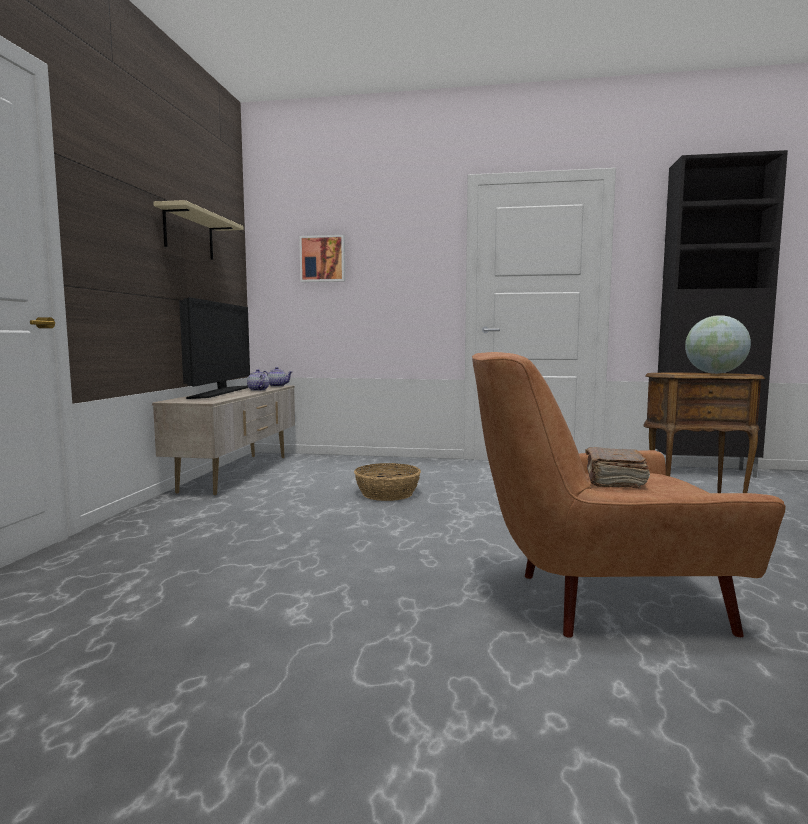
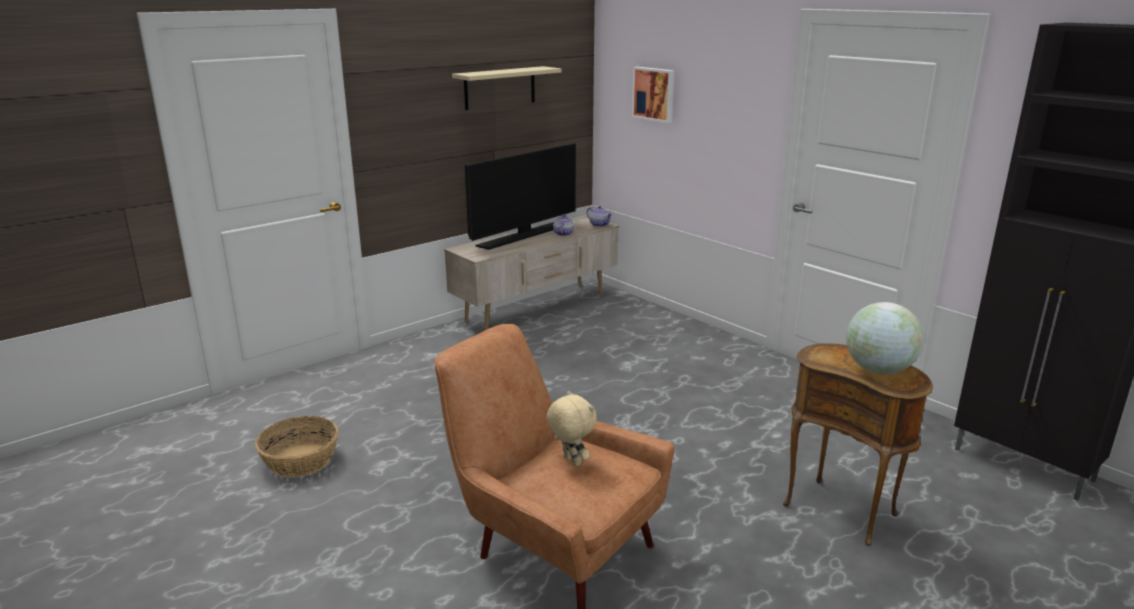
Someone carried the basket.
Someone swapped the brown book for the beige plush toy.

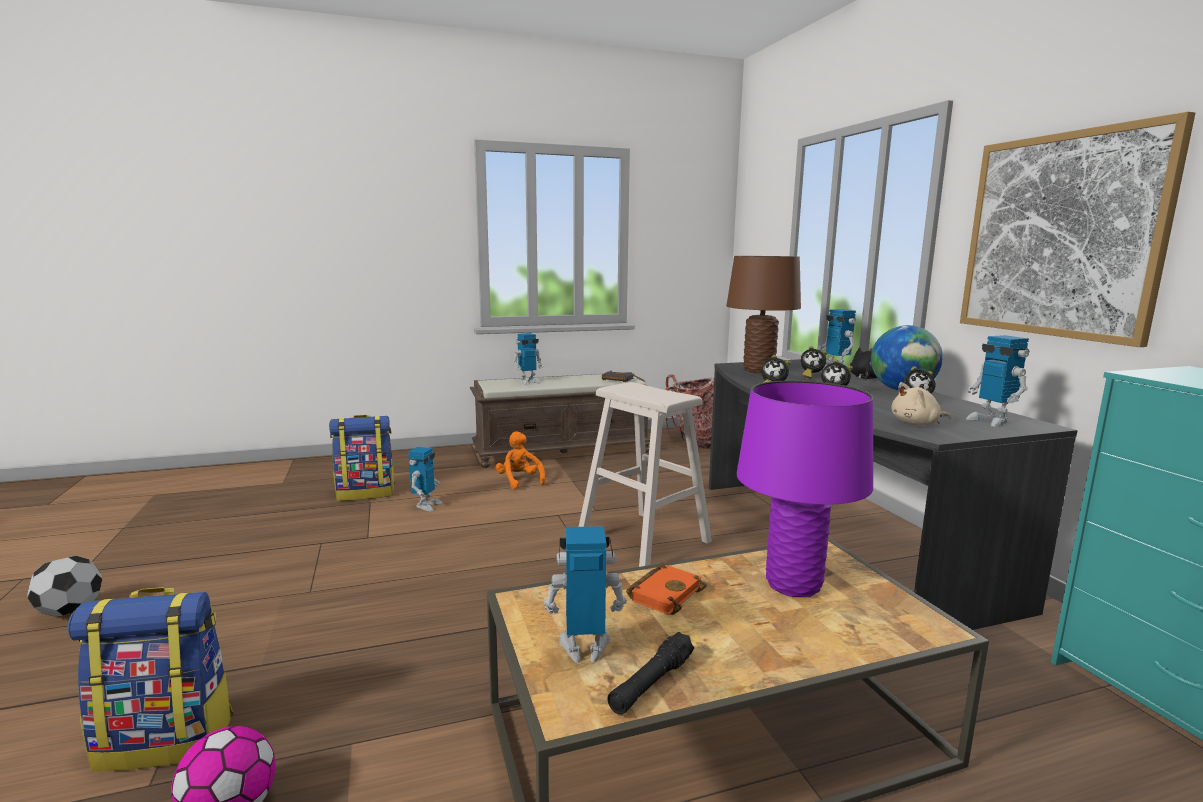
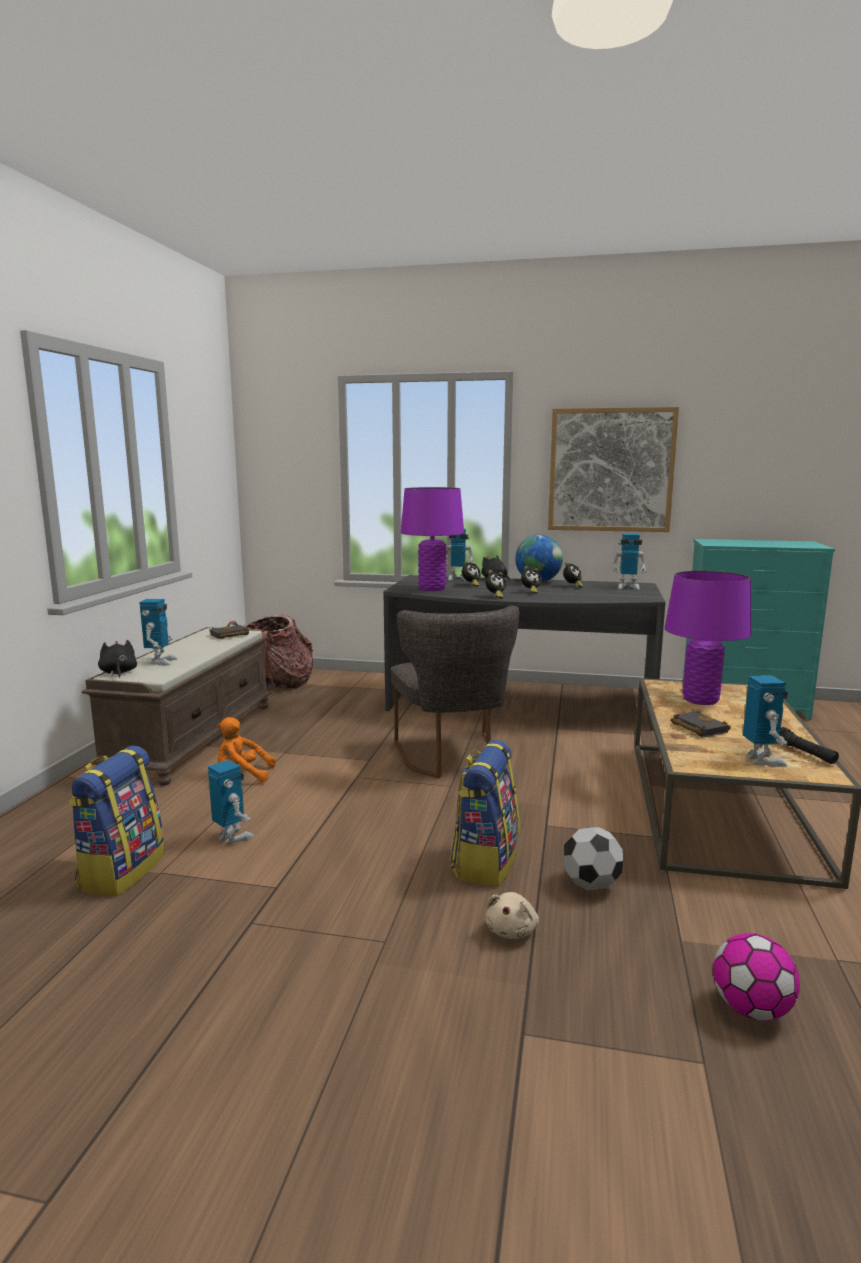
Someone put down the black plush toy (1st from left).
Someone swapped the beige stool for the grey chair.
Someone repainted the brown table lamp, which became the purple table lamp (1st from left).
Someone carried the backpack (1st from left in the first image).
Someone carried the beige plush toy.
Someone carried the football (1st from left).
Someone repainted the orange book, which became the black book (2nd from left).
Someone rotated the toy robot (3rd from left in the first image) by 150 degrees clockwise.

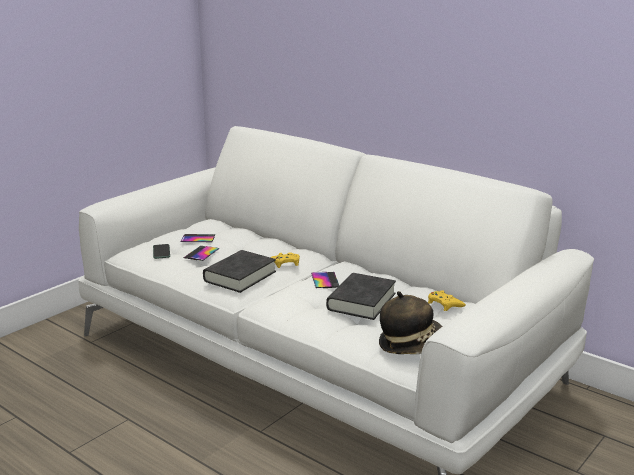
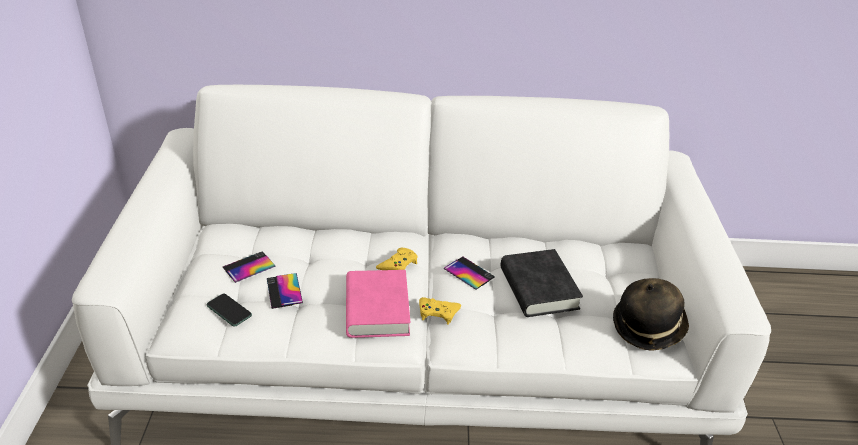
Someone repainted the black book (1st from left), which became the pink book.
Someone carried the yellow game controller (2nd from left).

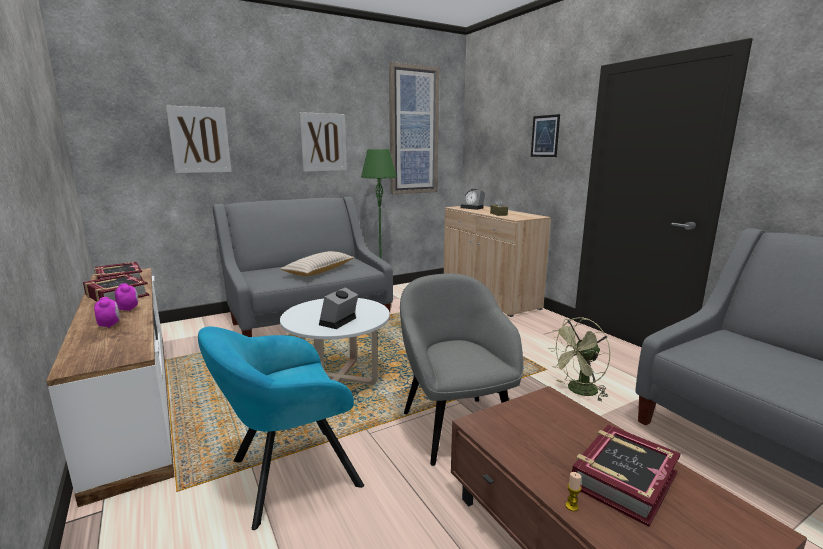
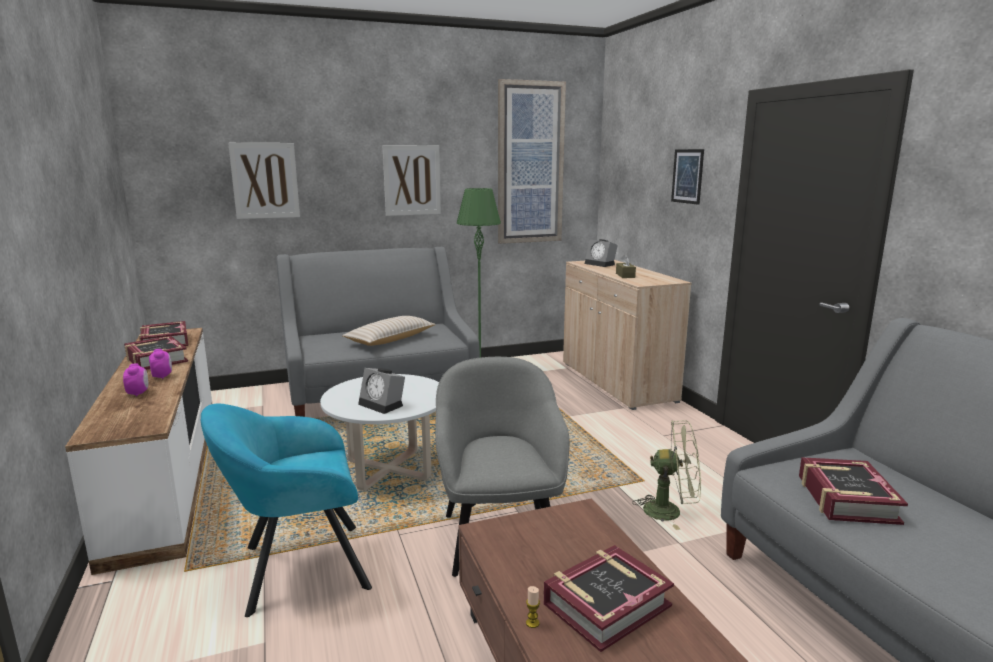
Someone rotated the alarm clock (3rd from left) by 90 degrees counterclockwise.
Someone rotated the green fan by 150 degrees counterclockwise.
Someone put down the book (4th from left).

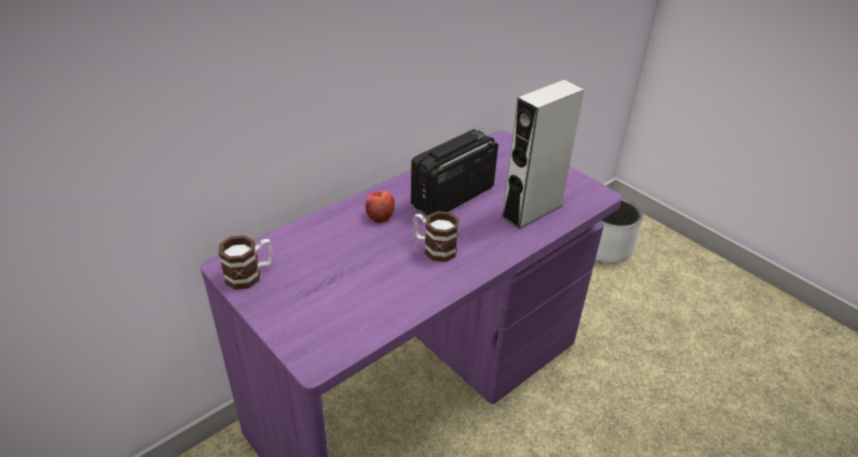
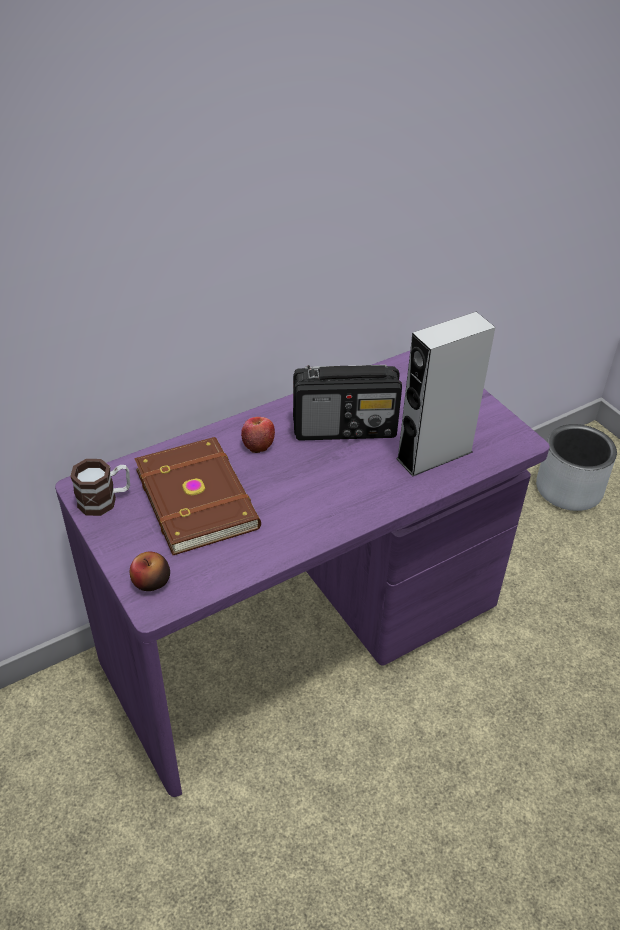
Someone put down the apple (1st from left).
Someone put down the brown book.
Someone rotated the radio by 150 degrees counterclockwise.
Someone took away the mug (2nd from left).

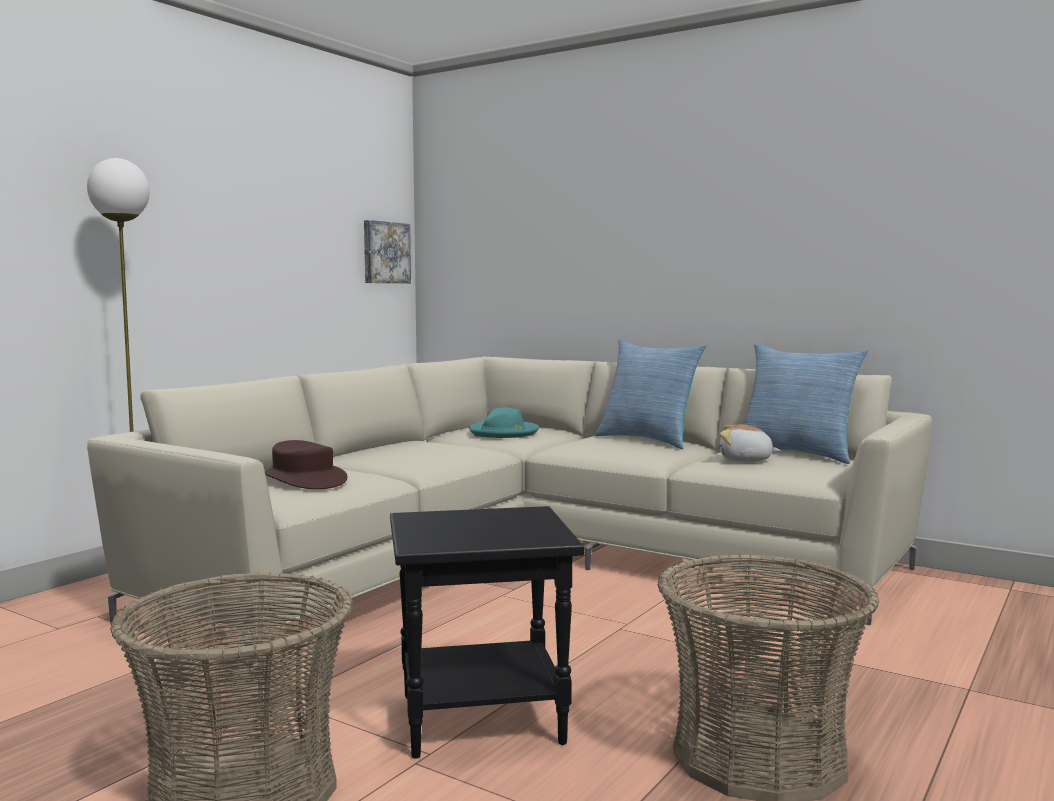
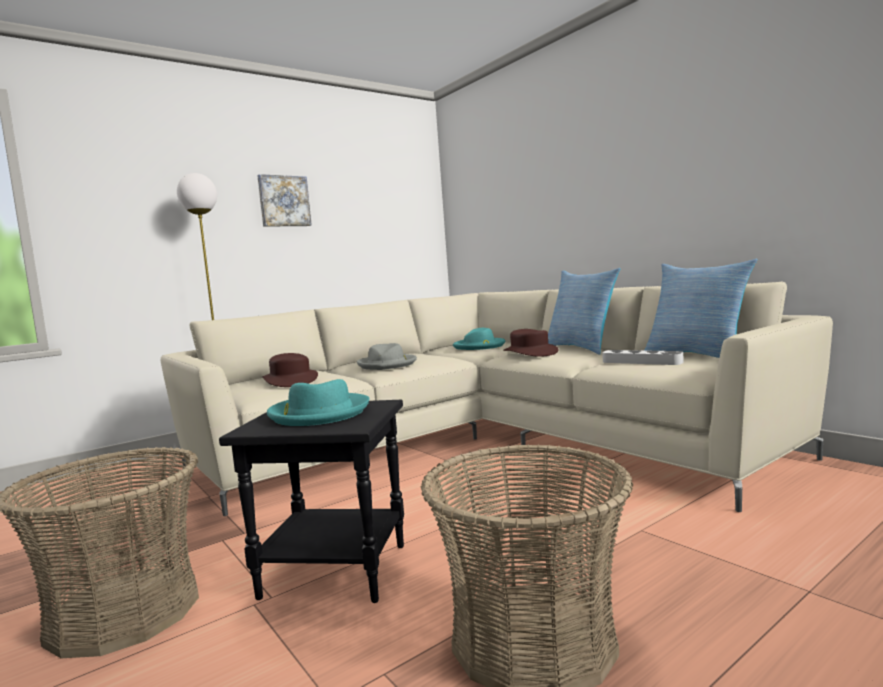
Someone carried the picture.
Someone put down the turquoise hat (1st from left).
Someone put down the grey hat.
Someone put down the brown hat (2nd from left).
Someone swapped the plush toy for the grey tray.

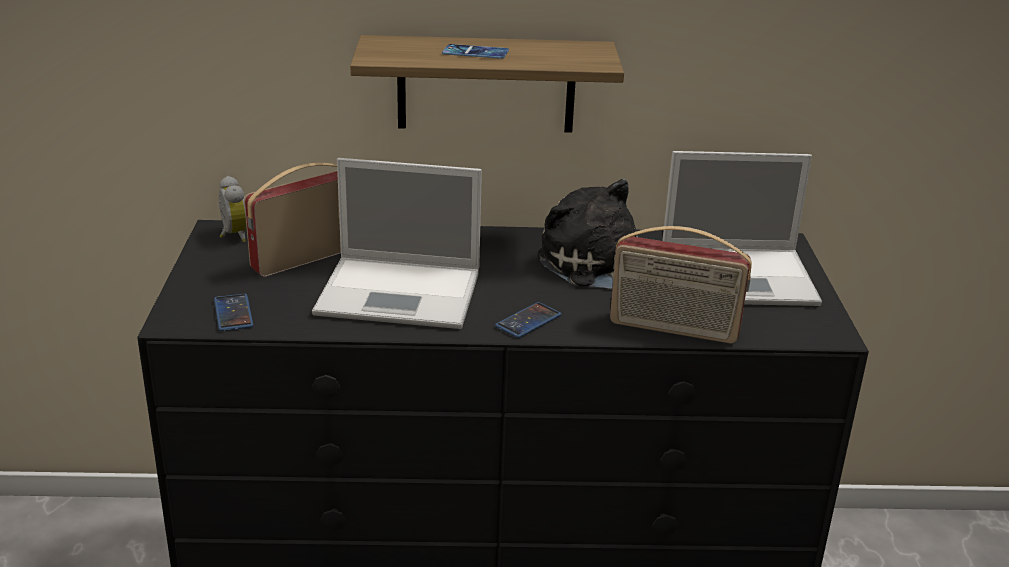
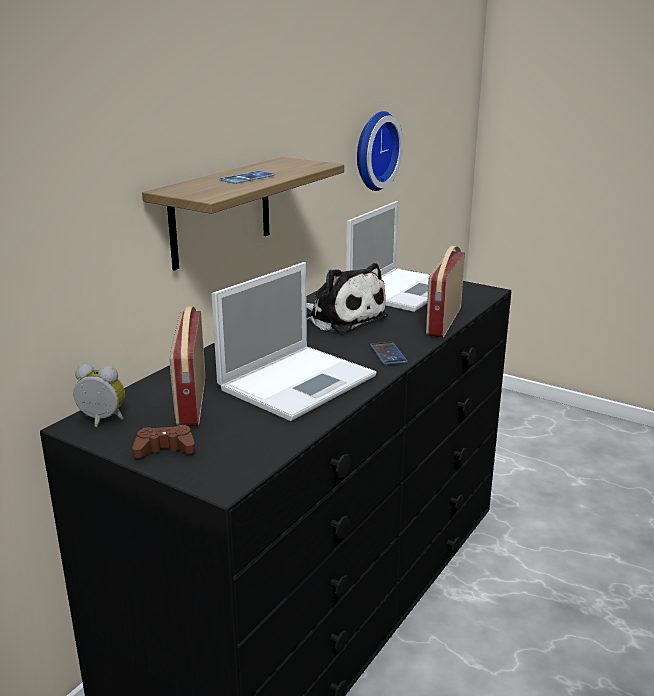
Someone put down the brown game controller.
Someone rotated the plush toy by 135 degrees counterclockwise.
Someone put up the wall clock.
Someone rotated the radio (2nd from left) by 150 degrees clockwise.
Someone took away the phone (1st from left).

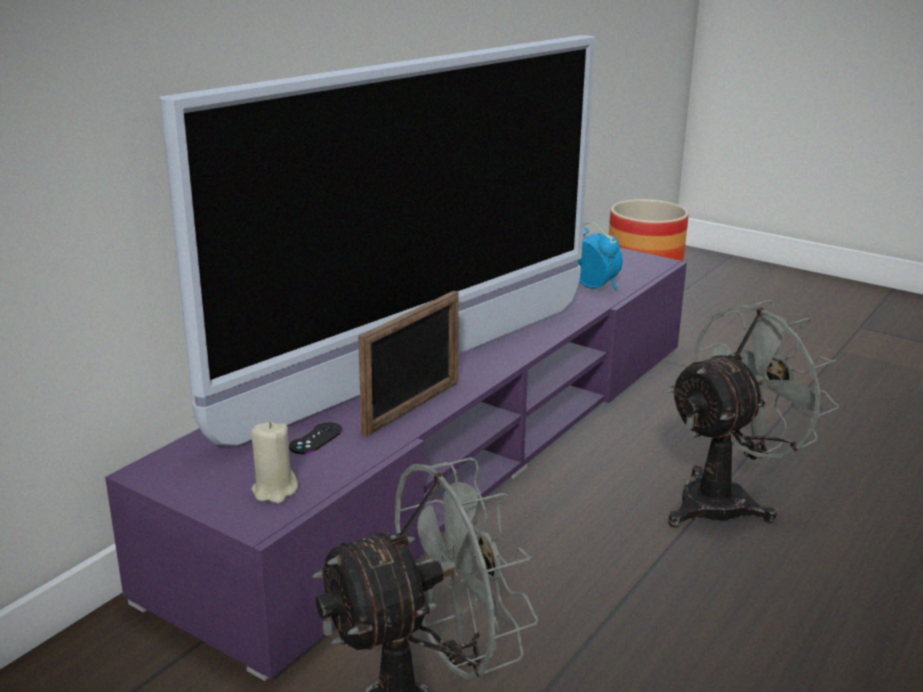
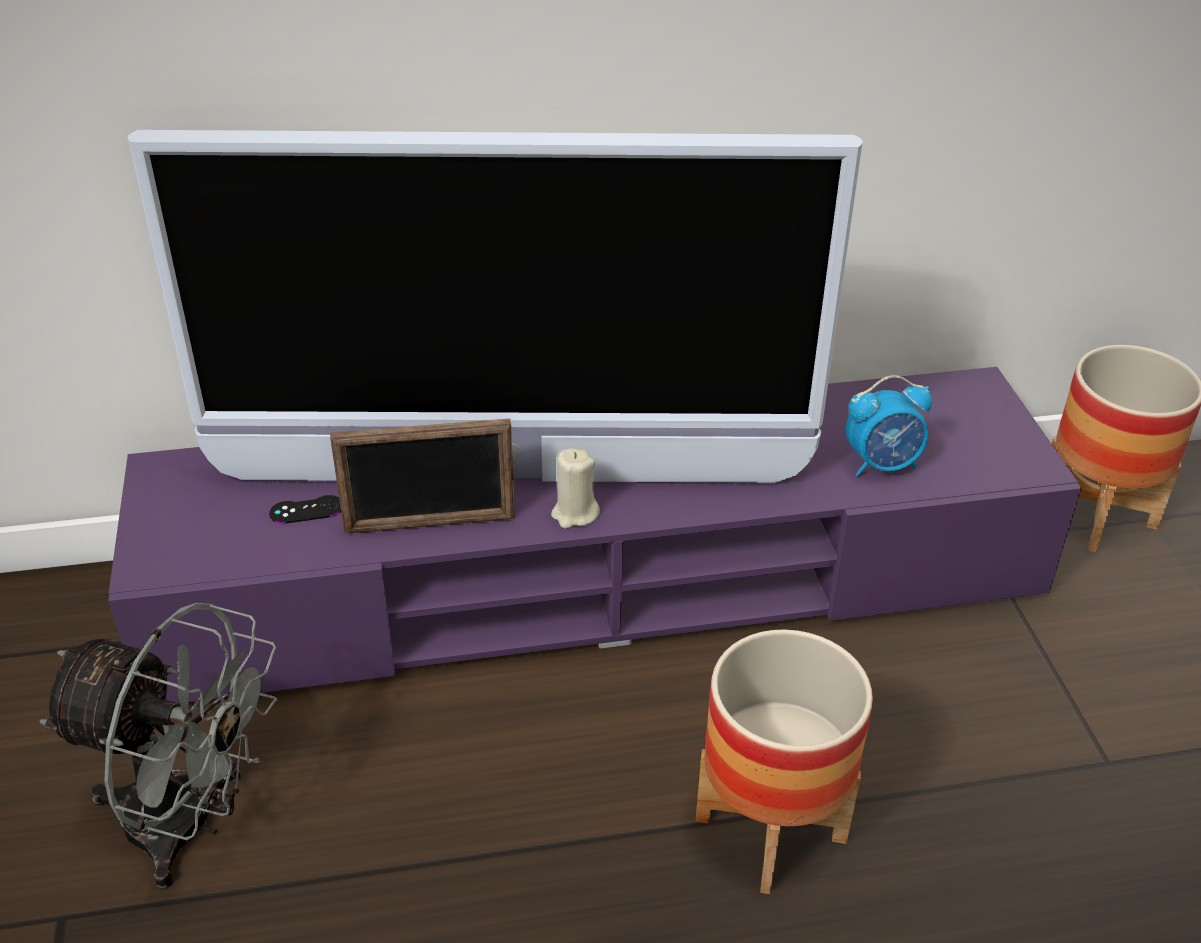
Someone carried the beige candle.
Someone swapped the grey fan (2nd from left) for the planter (1st from left).
Someone rotated the alarm clock by 75 degrees clockwise.

